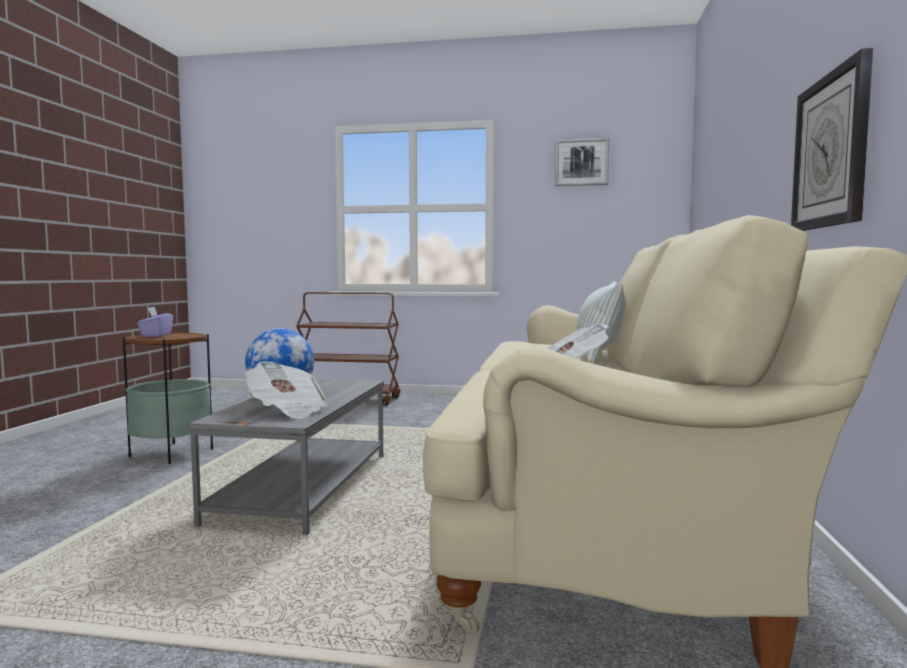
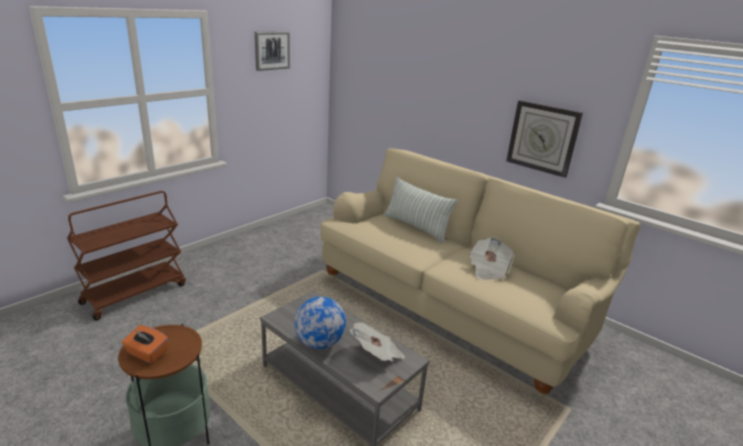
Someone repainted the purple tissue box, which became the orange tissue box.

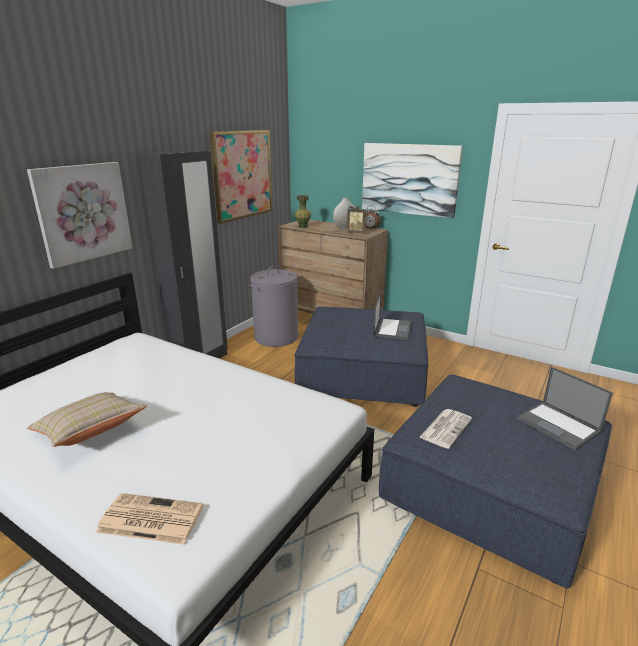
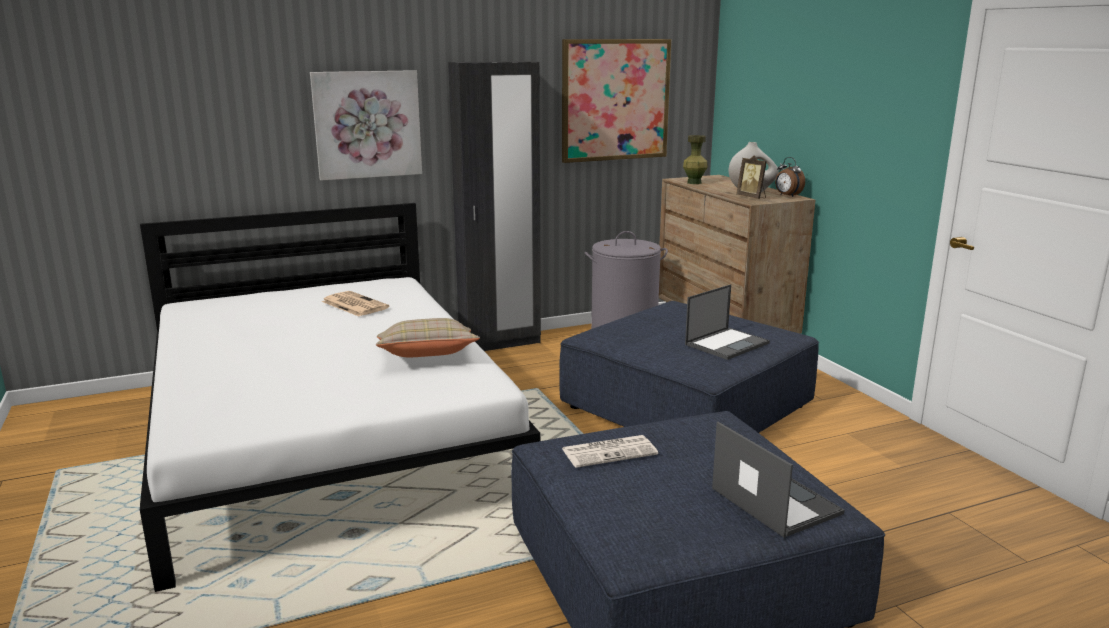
Someone carried the newspaper (1st from left).
Someone carried the beige pillow.
Someone rotated the laptop (2nd from left) by 150 degrees clockwise.
Someone took away the picture (3rd from left).

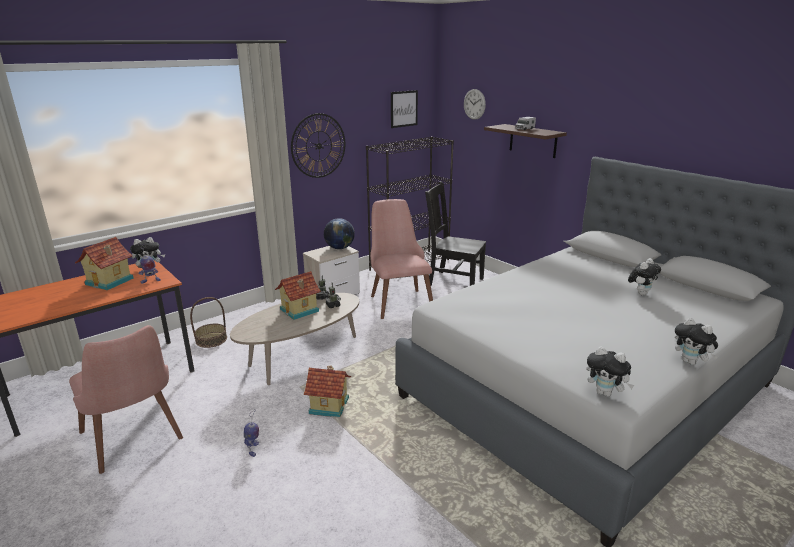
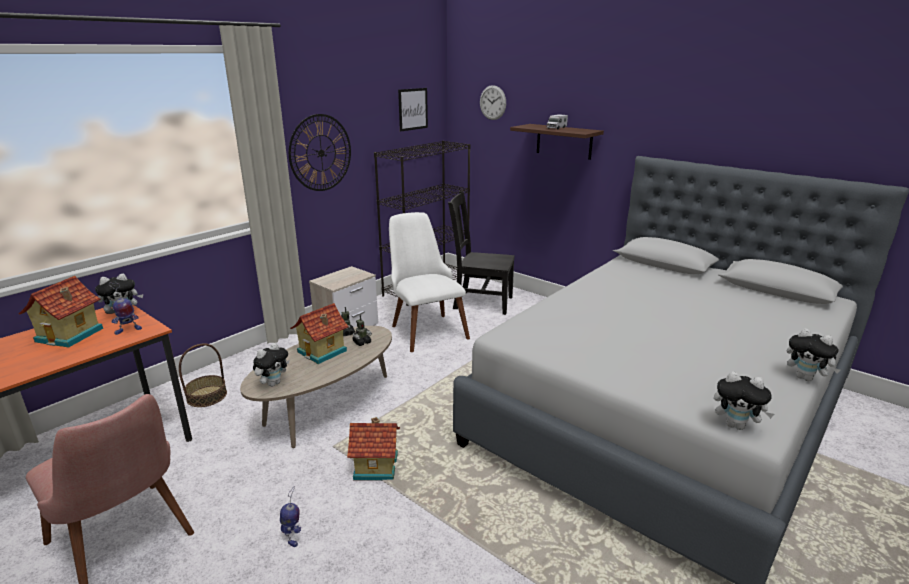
Someone carried the plush toy (3rd from left in the first image).
Someone repainted the pink chair (2nd from left), which became the white chair.
Someone took away the globe.

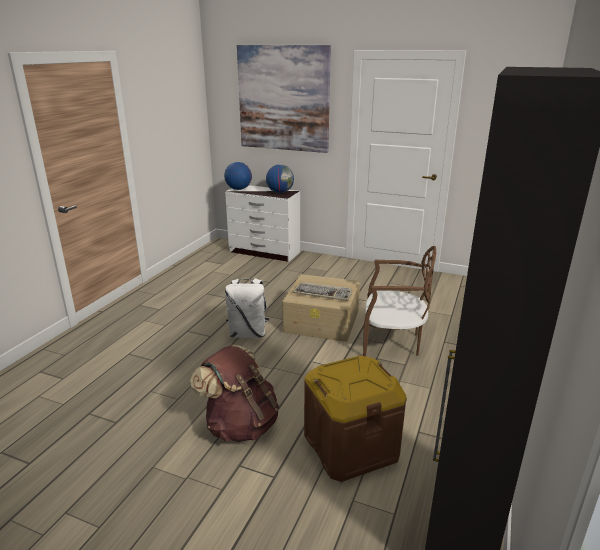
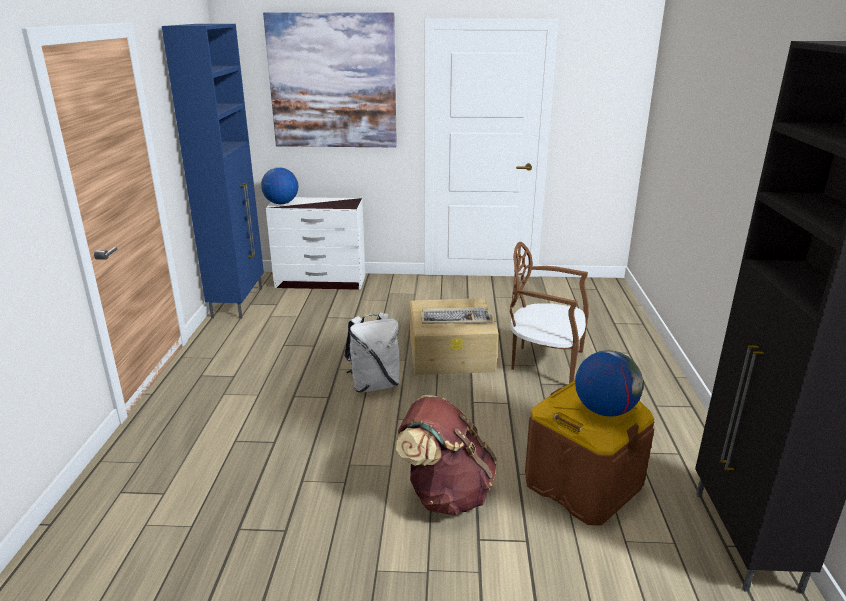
Someone put down the blue cabinet.
Someone rotated the brown chair by 150 degrees counterclockwise.
Someone carried the globe (2nd from left).

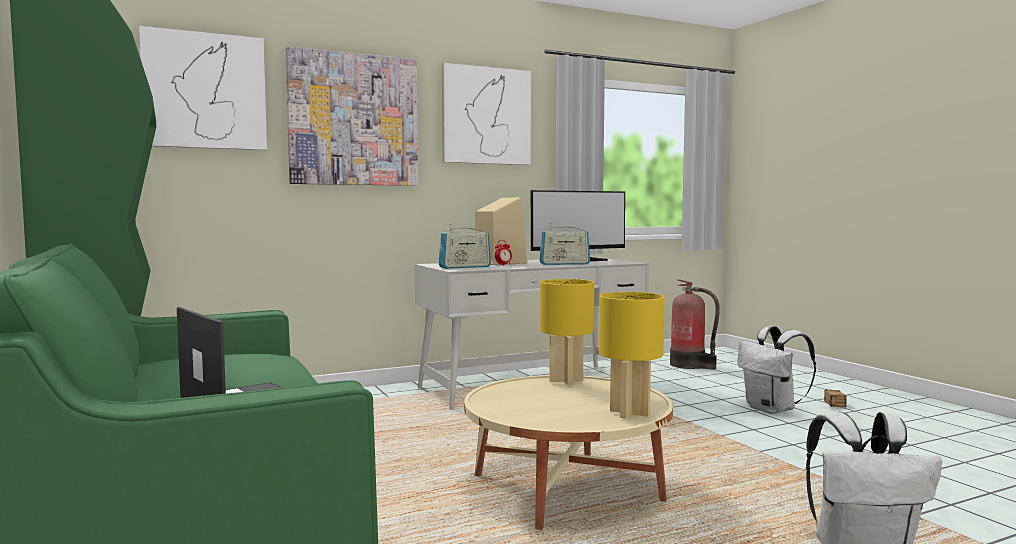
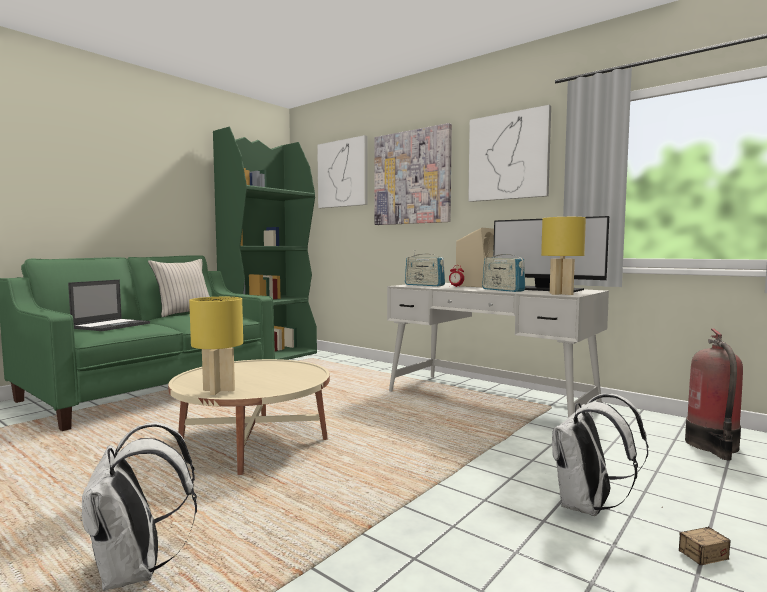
Someone put down the beige pillow.
Someone carried the yellow table lamp (1st from left in the first image).

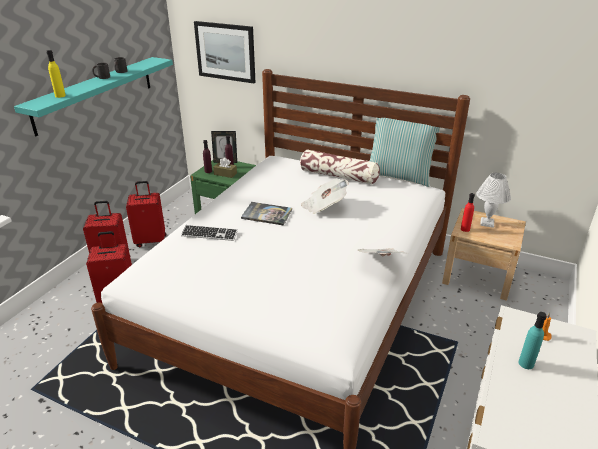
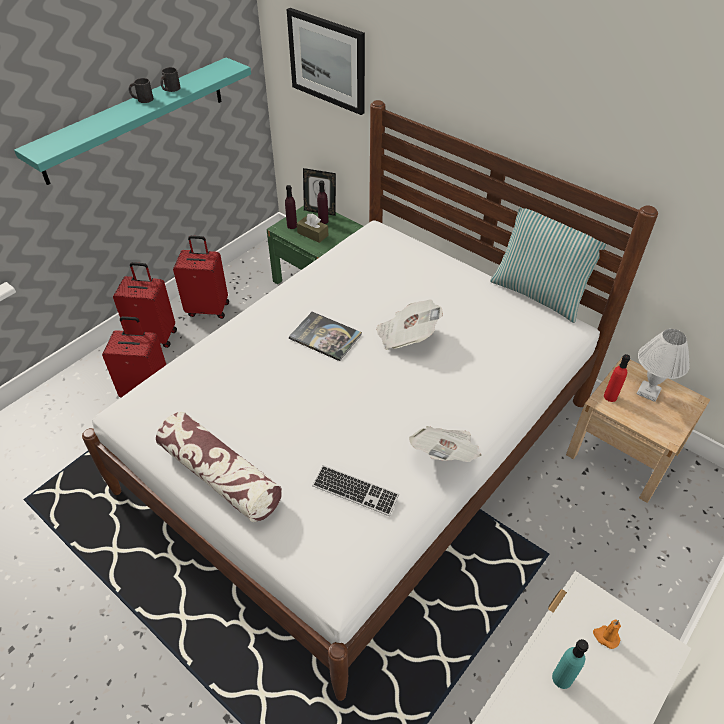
Someone carried the pillow (1st from left).
Someone carried the keyboard.
Someone took away the yellow bottle.

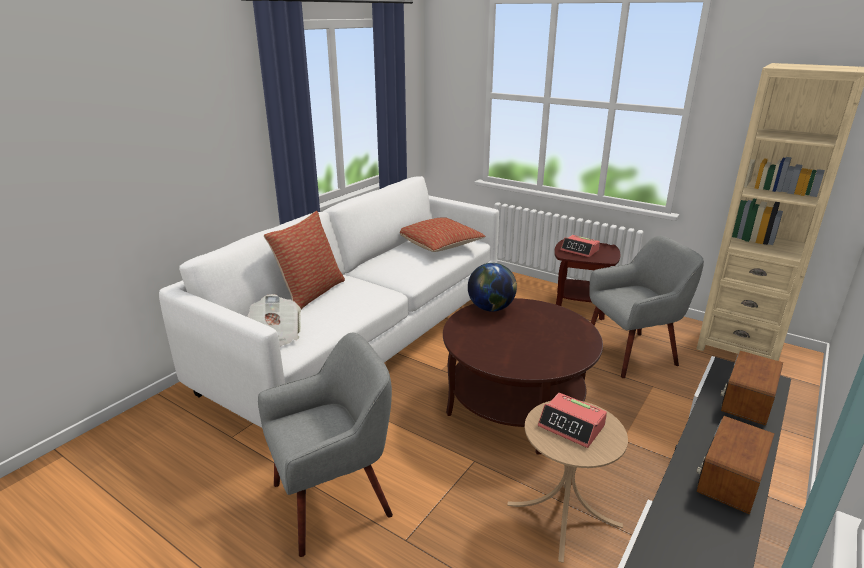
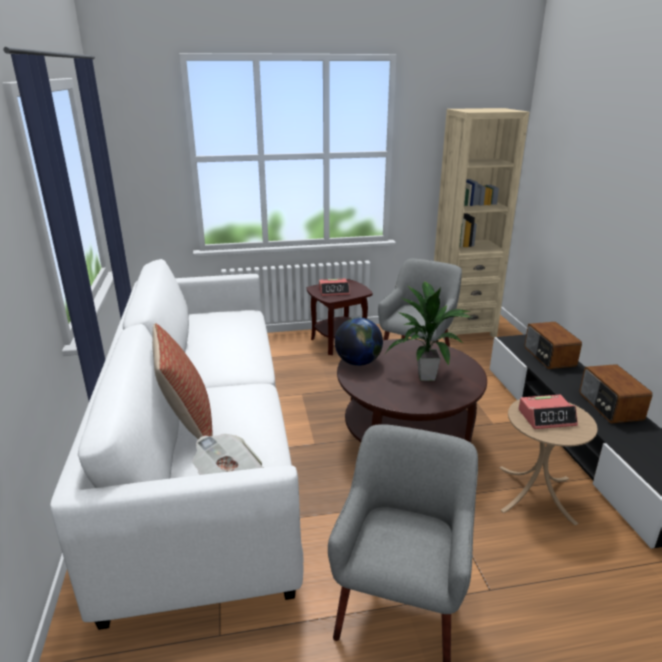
Someone put down the potted plant.
Someone took away the pillow (2nd from left).

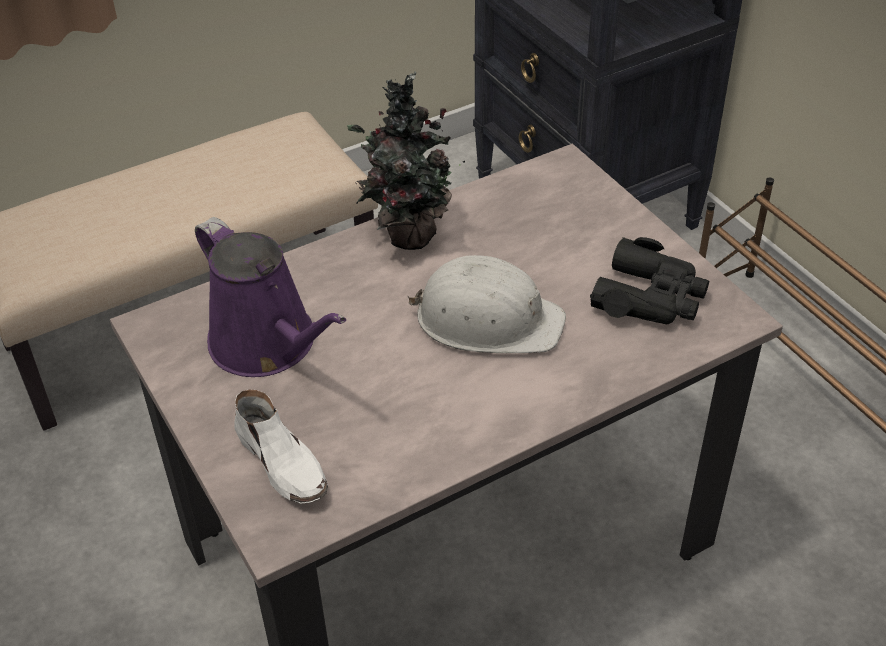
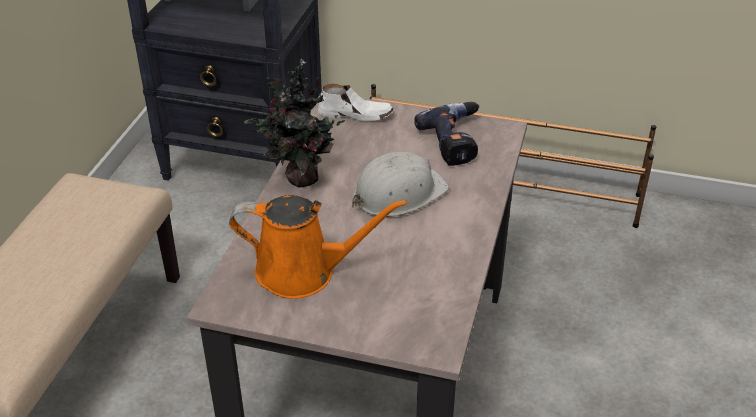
Someone repainted the purple watering can, which became the orange watering can.
Someone carried the white shoe.
Someone swapped the black binoculars for the power drill.

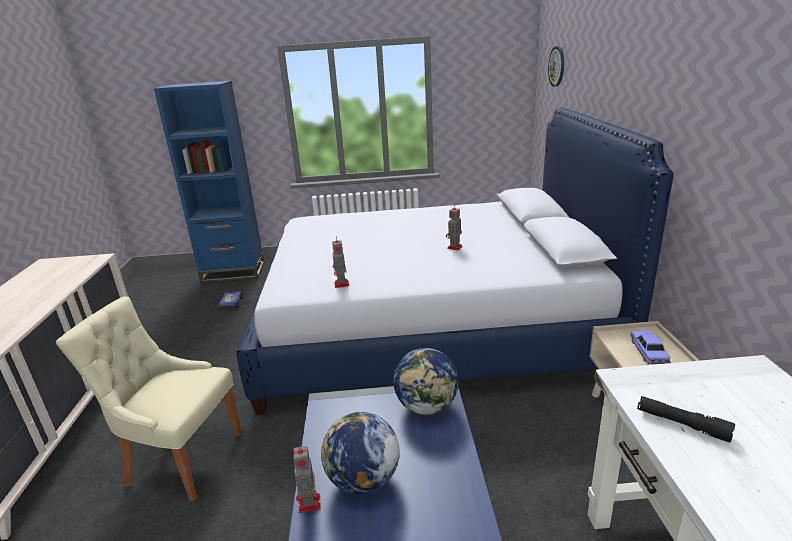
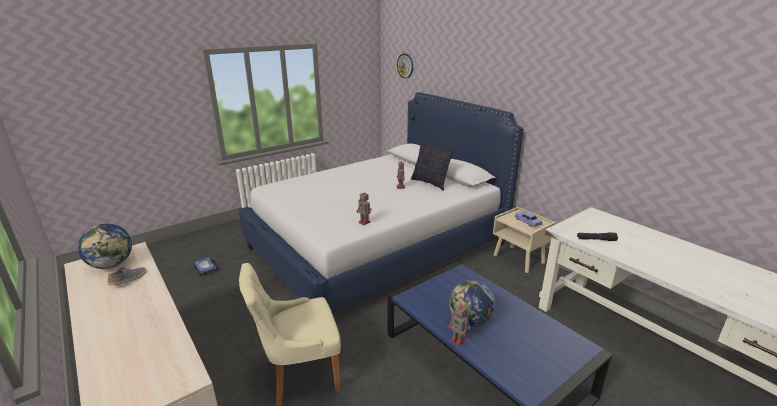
Someone carried the globe (2nd from left in the first image).
Someone put down the shoe.
Someone put down the pillow.
Someone took away the blue bookcase.

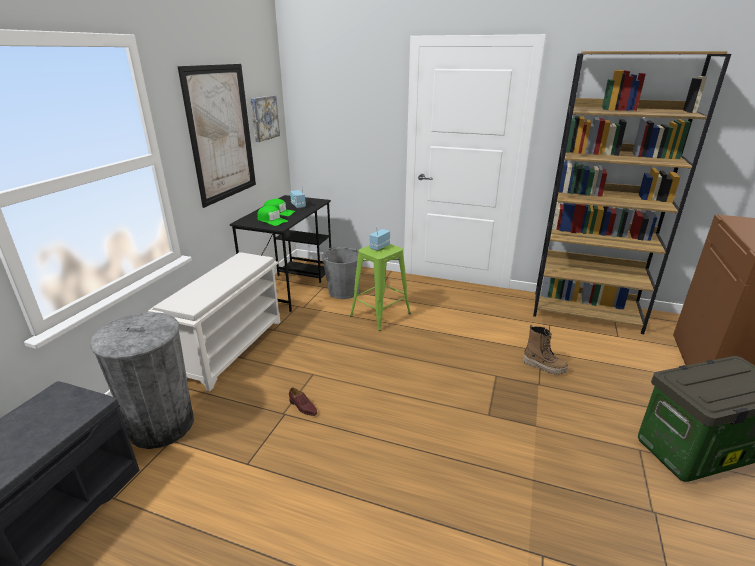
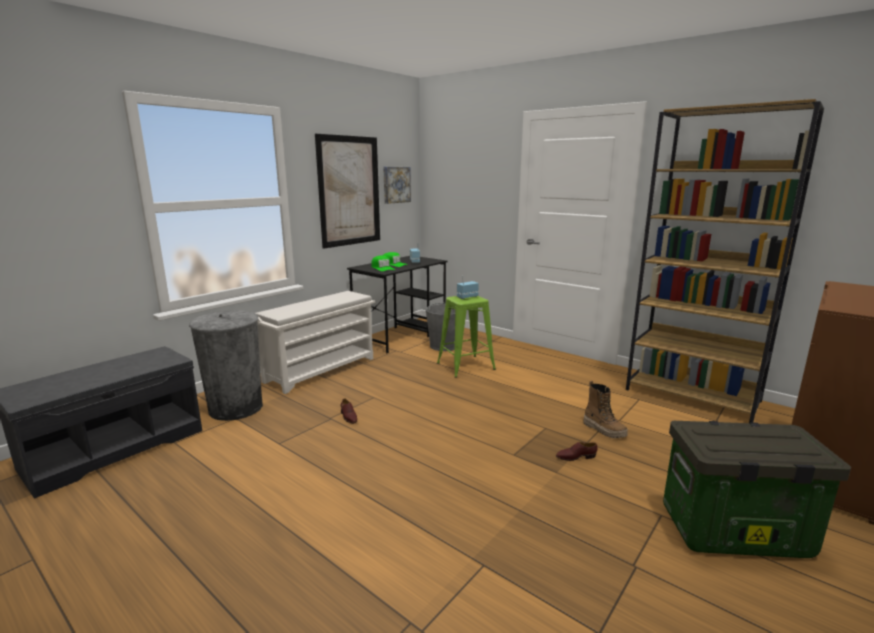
Someone put down the brown shoe (2nd from left).

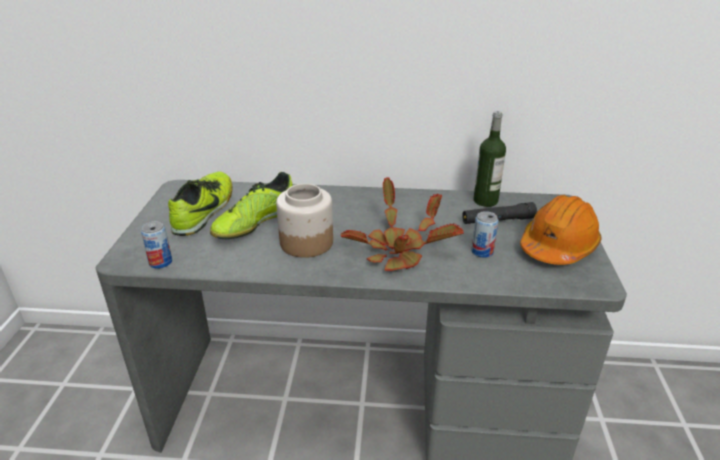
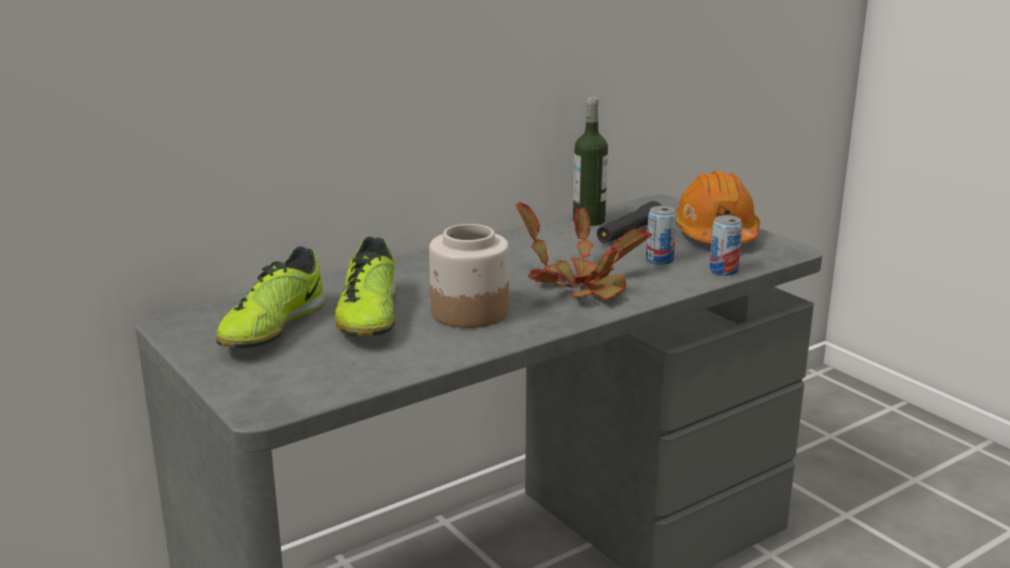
Someone rotated the shoe (1st from left) by 135 degrees counterclockwise.
Someone carried the can (1st from left in the first image).

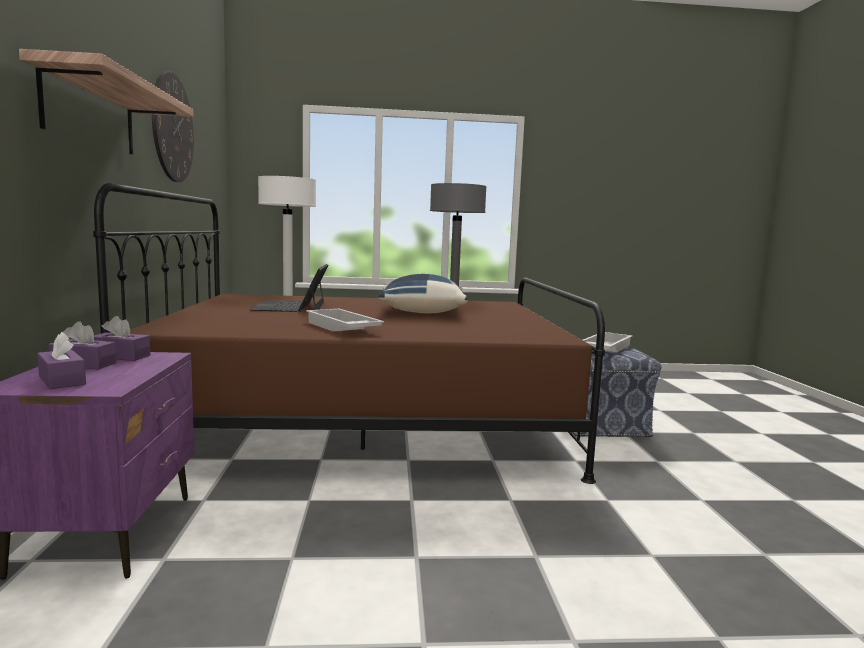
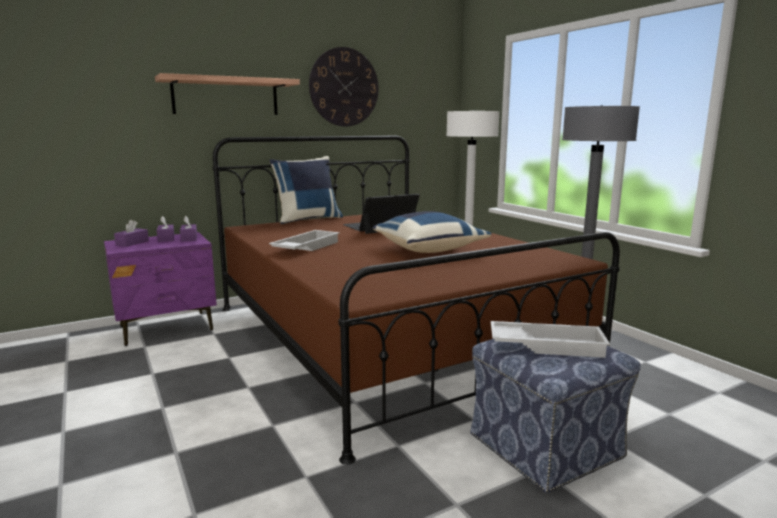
Someone put down the blue pillow (1st from left).

